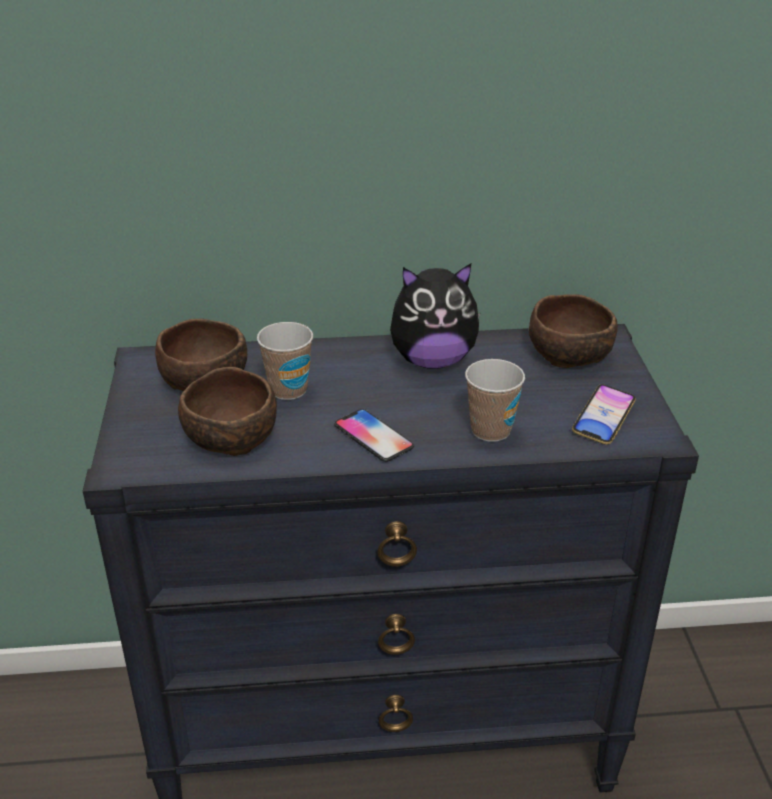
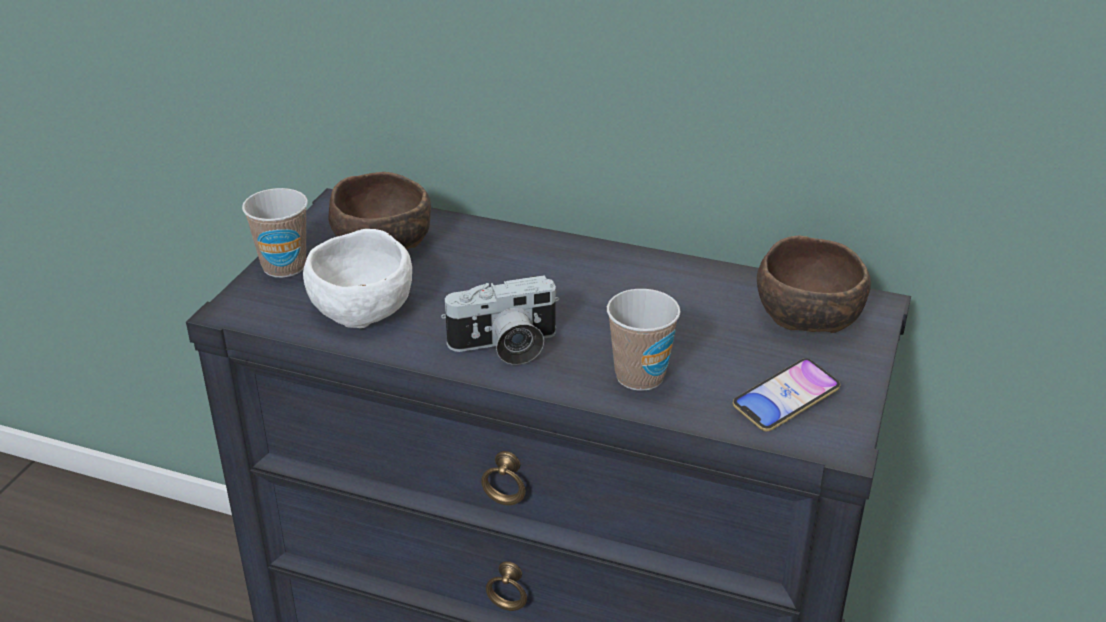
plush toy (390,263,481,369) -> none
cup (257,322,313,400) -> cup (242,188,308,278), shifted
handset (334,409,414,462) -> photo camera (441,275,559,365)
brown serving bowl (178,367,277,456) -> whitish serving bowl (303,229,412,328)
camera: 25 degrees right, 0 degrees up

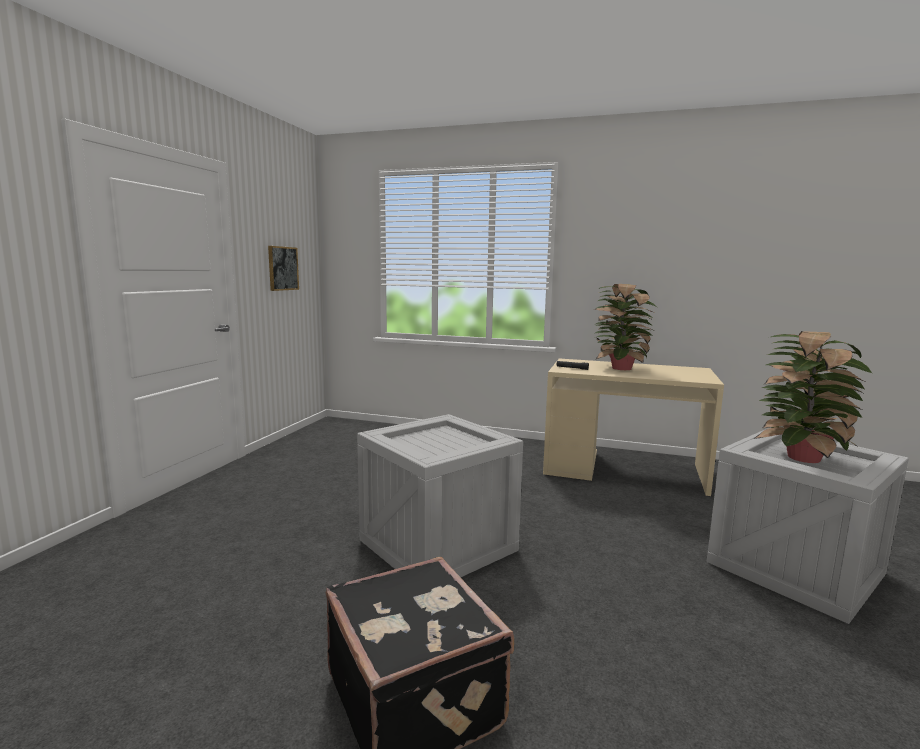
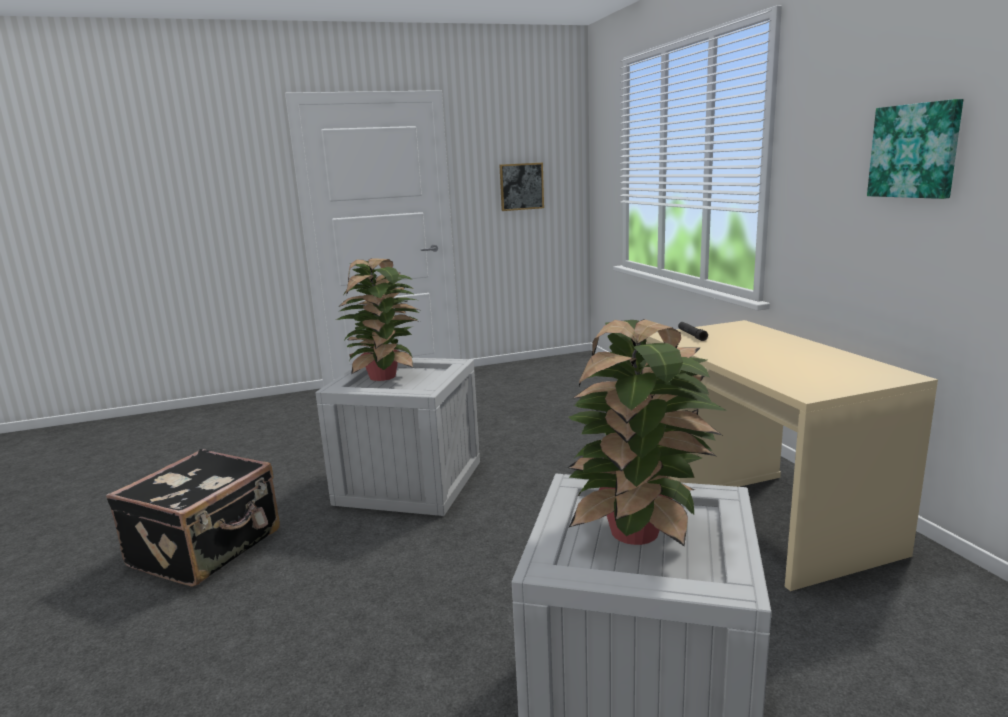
none -> wall art (867,99,963,199)
houseplant (594,284,657,370) -> houseplant (336,258,422,381), shifted
camera: 55 degrees right, 5 degrees up

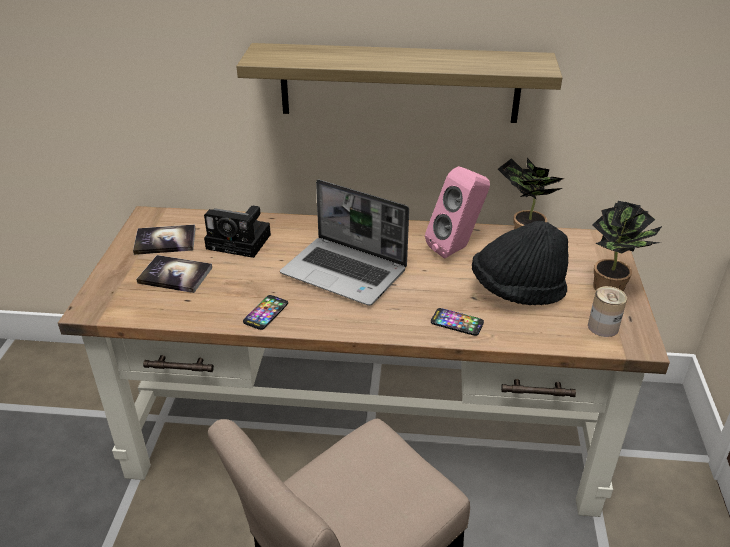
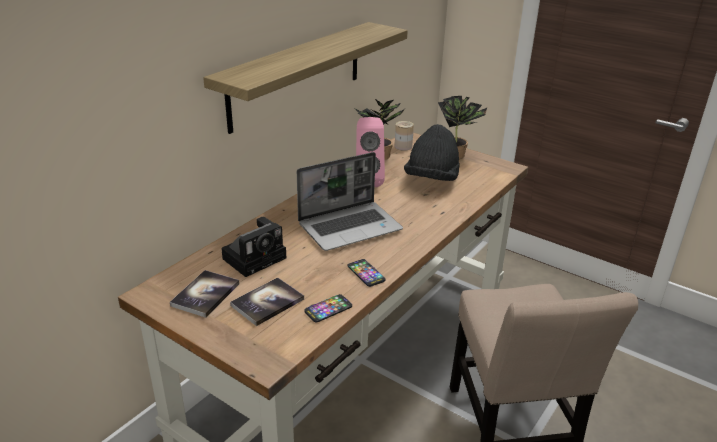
handset (431,308,484,336) -> handset (304,294,352,323), shifted
sealed can (588,286,627,337) -> sealed can (395,121,414,151), shifted
camera: 60 degrees left, 5 degrees down

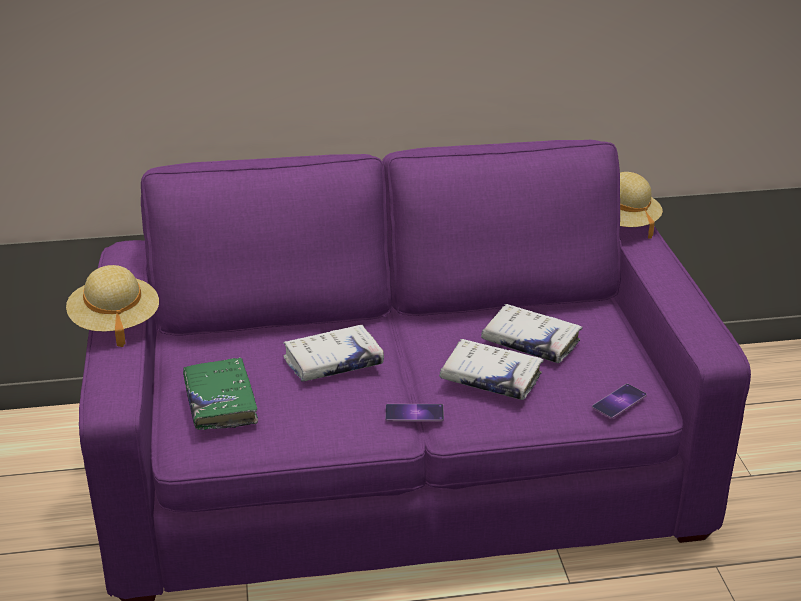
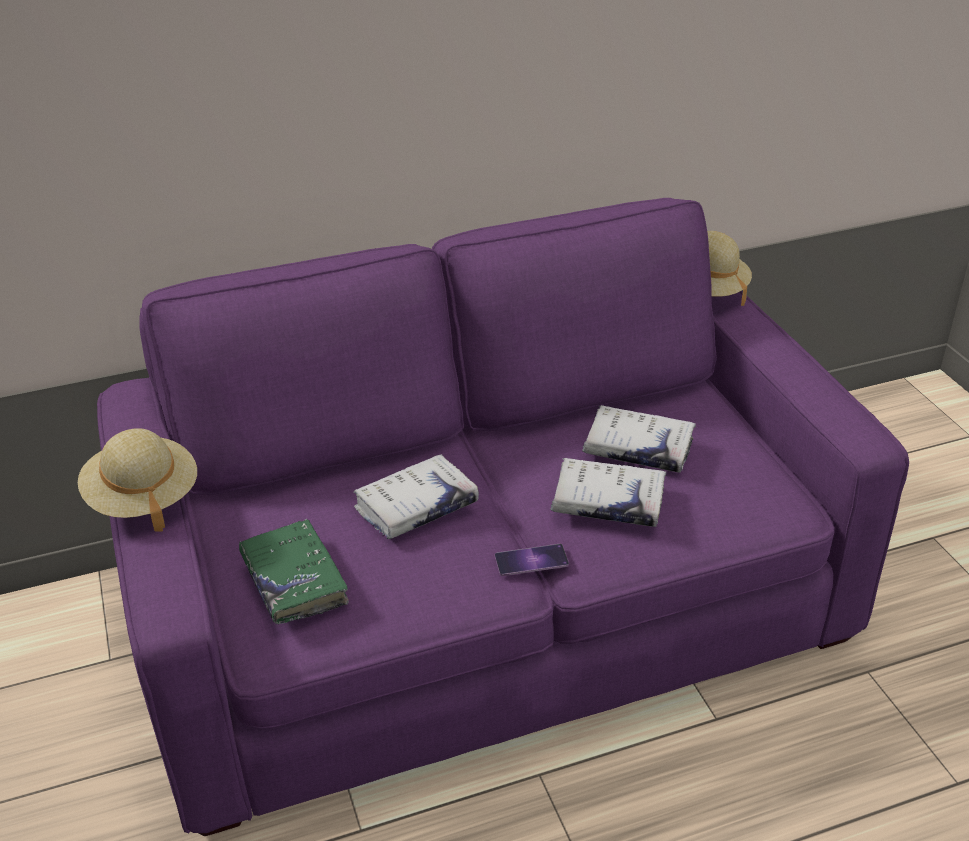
handset (592,384,647,419) -> none
camera: 10 degrees left, 5 degrees up

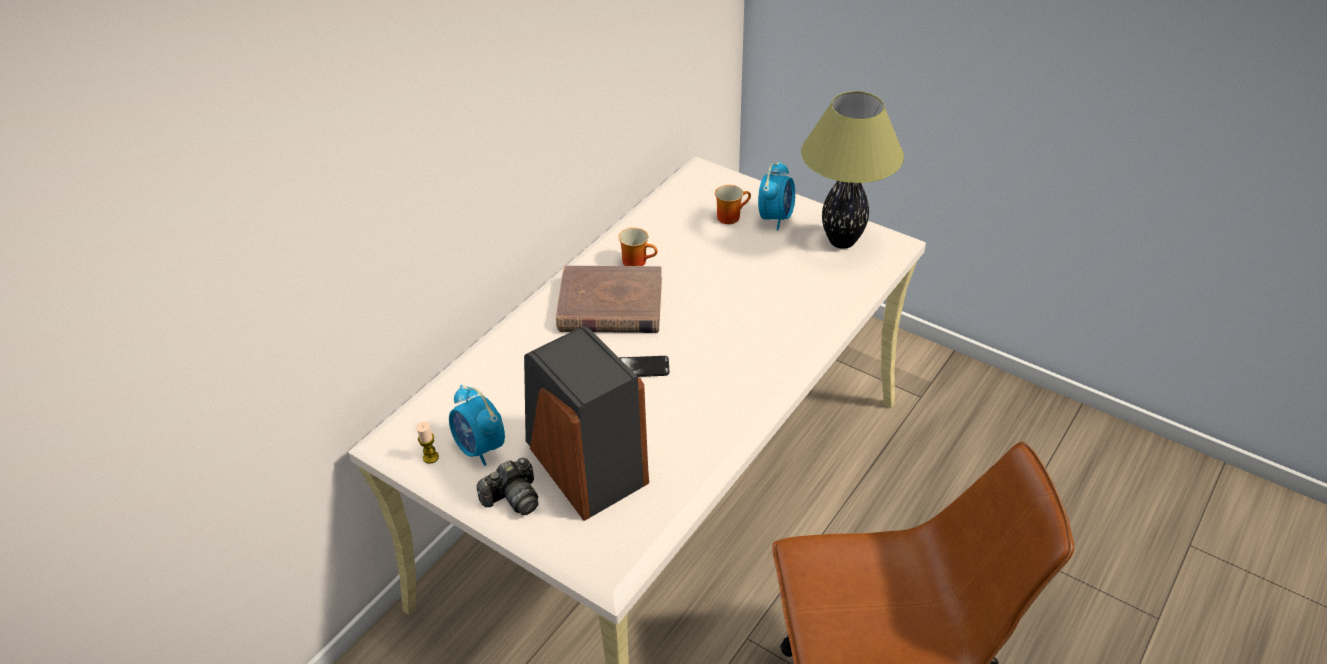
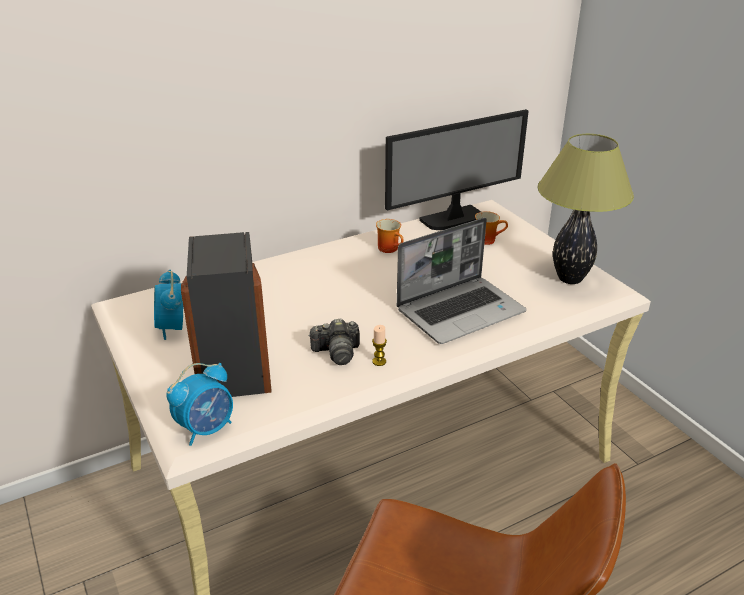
brown bound book (556,266,662,333) -> none
handset (619,356,669,377) -> none
none -> monitor (385,109,529,230)
none -> notebook computer (397,217,526,344)
candle (417,421,439,464) -> candle (372,325,387,366), shifted
photo camera (477,458,538,515) -> photo camera (308,318,360,365), shifted
table clock (758,161,795,231) -> table clock (166,363,233,446), shifted
camera: 25 degrees right, 10 degrees down

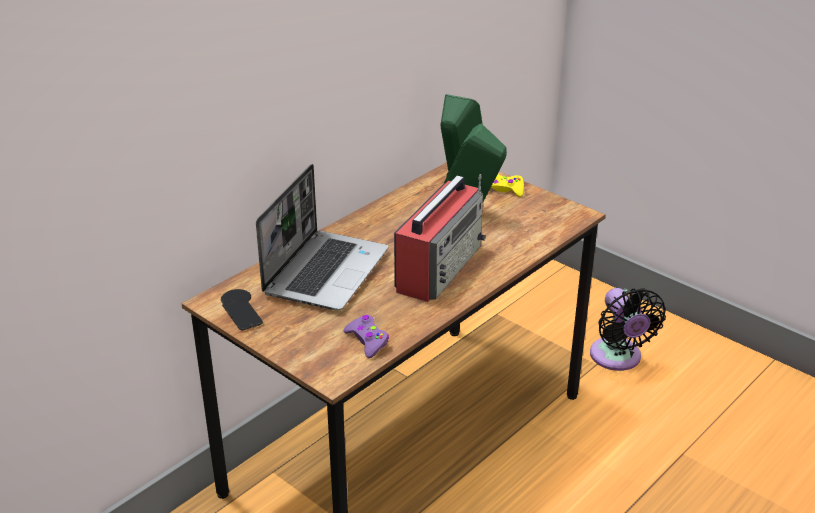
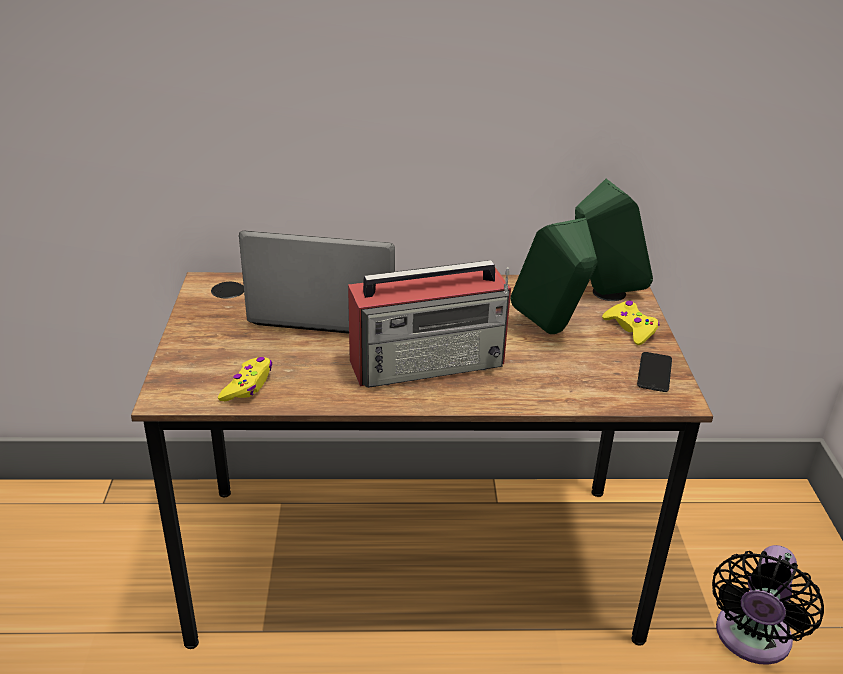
handset (222,297,263,330) -> handset (637,352,672,392), shifted
purplish joypad (343,315,389,358) -> yellowish joypad (218,357,272,401)
notebook computer (256,164,389,310) -> notebook computer (239,231,395,334), 150 degrees counterclockwise
camera: 45 degrees right, 0 degrees up

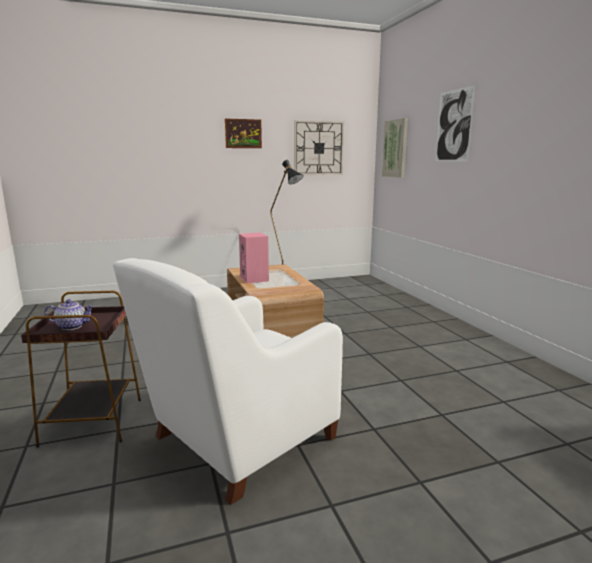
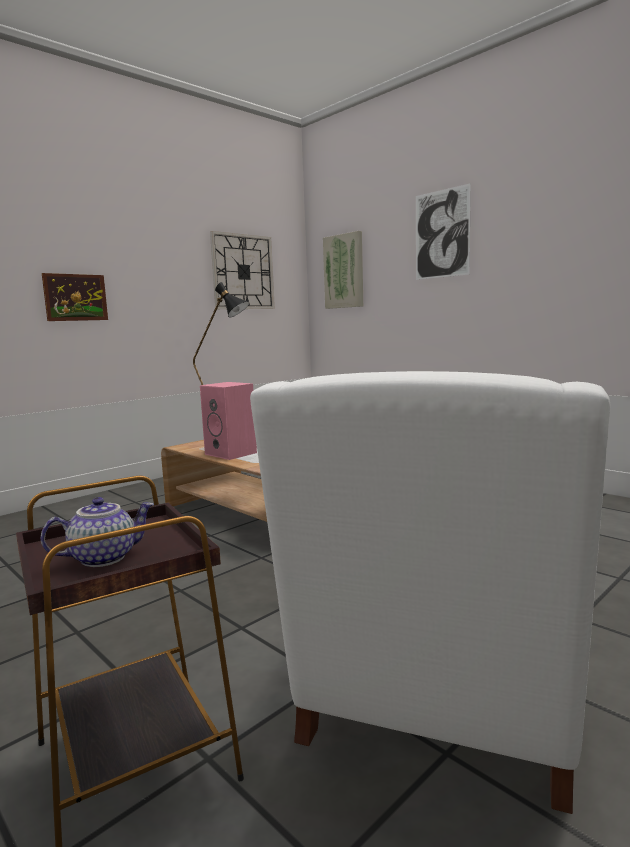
wall art (225,118,262,148) -> wall art (42,273,108,321), shifted
camera: 25 degrees left, 5 degrees down

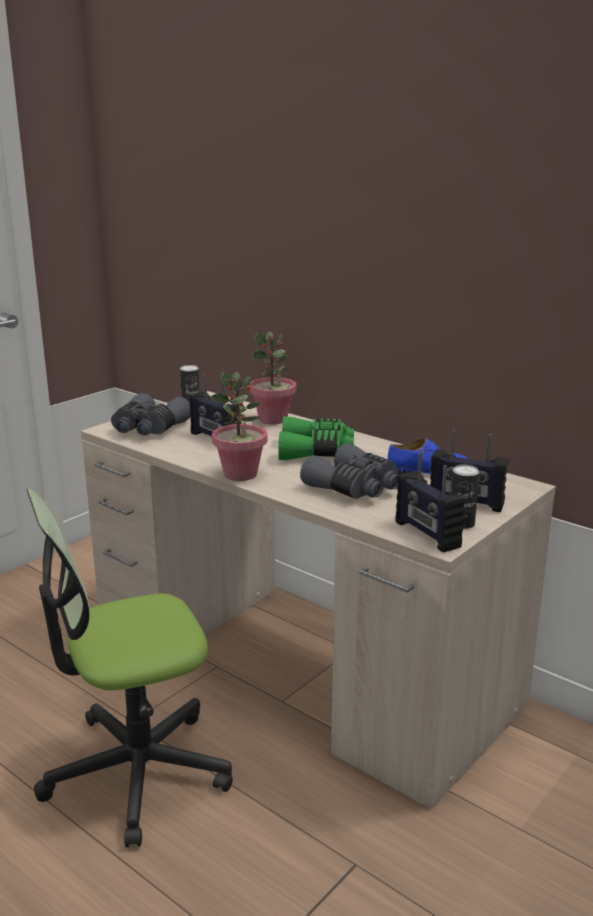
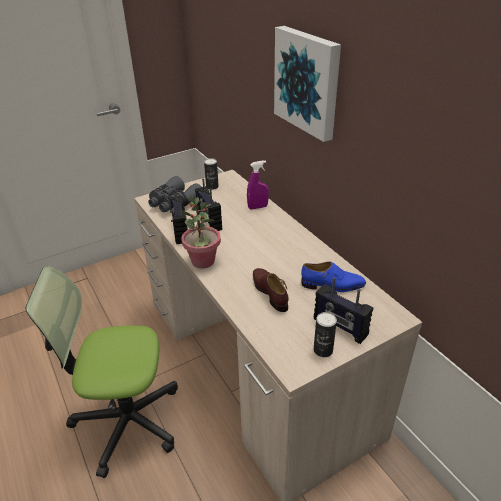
green pair of binoculars (278,417,354,460) -> none
none -> wall art (274,26,341,142)
radio (396,452,465,553) -> radio (170,188,188,244), shifted
houseplant (249,332,296,424) -> purplish sprayer (247,160,269,210)
gray pair of binoculars (300,443,398,499) -> brown item of footwear (253,268,289,312)
camera: 20 degrees right, 15 degrees up

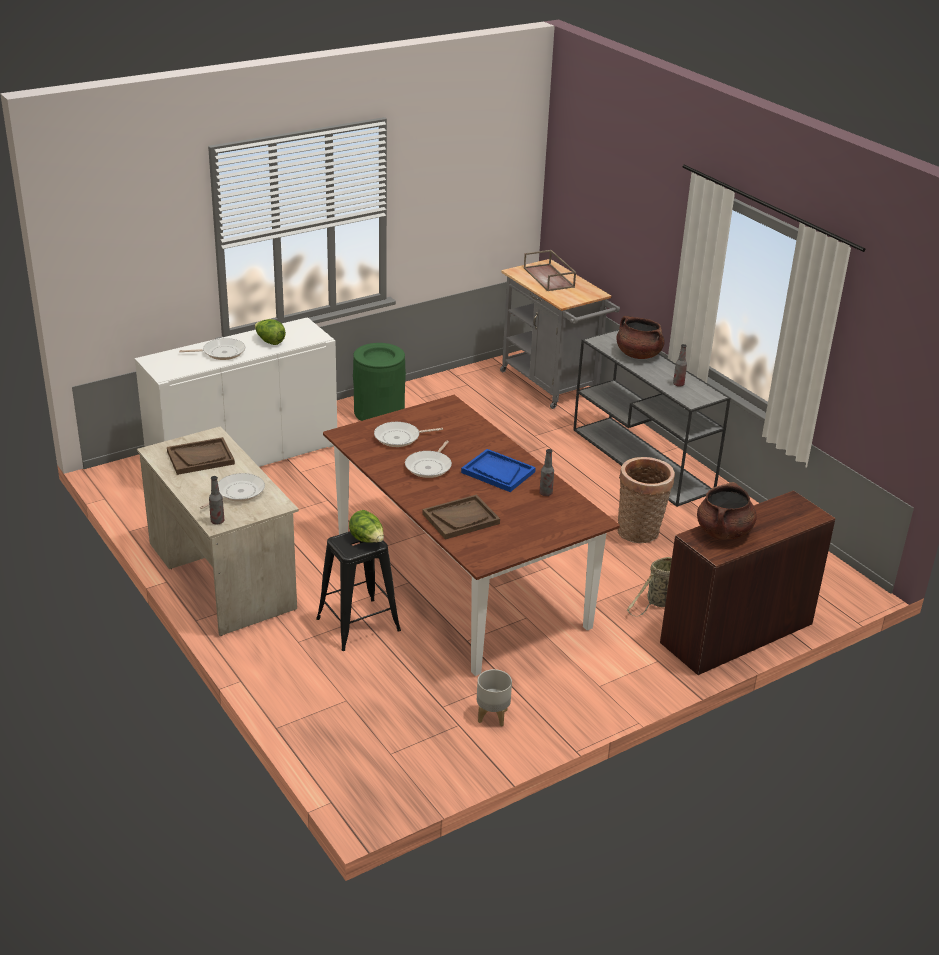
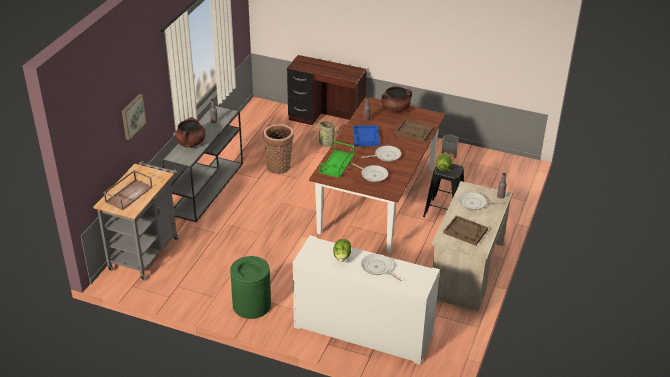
none -> wall art (122,94,147,140)
none -> green carrying tray (319,141,355,178)
brown saucepot (697,482,757,540) -> brown saucepot (381,86,412,113), shifted
camera: 125 degrees left, 5 degrees up

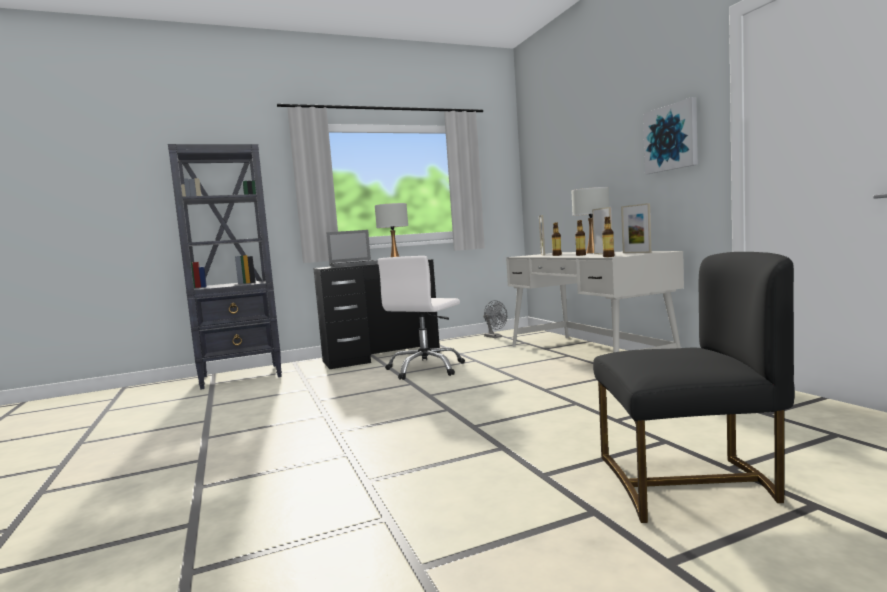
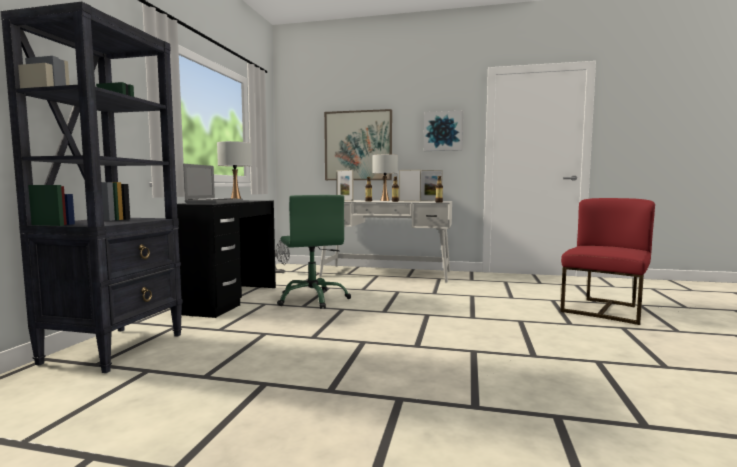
none -> wall art (324,109,392,180)
whitish computer chair (378,256,465,380) -> green computer chair (277,195,351,309)
black plain chair (593,252,795,523) -> red-coloured plain chair (561,198,655,325)
camera: 55 degrees left, 0 degrees up

